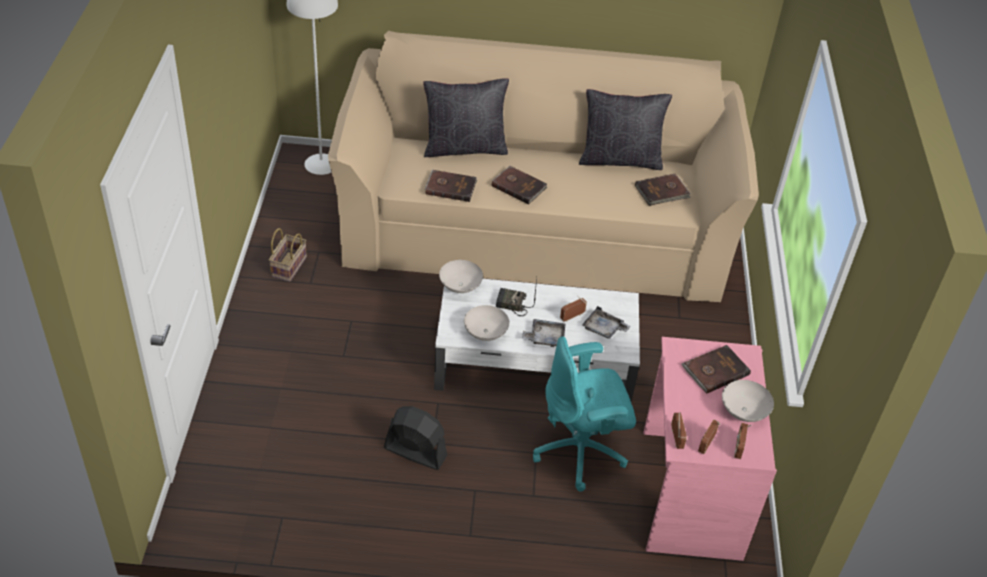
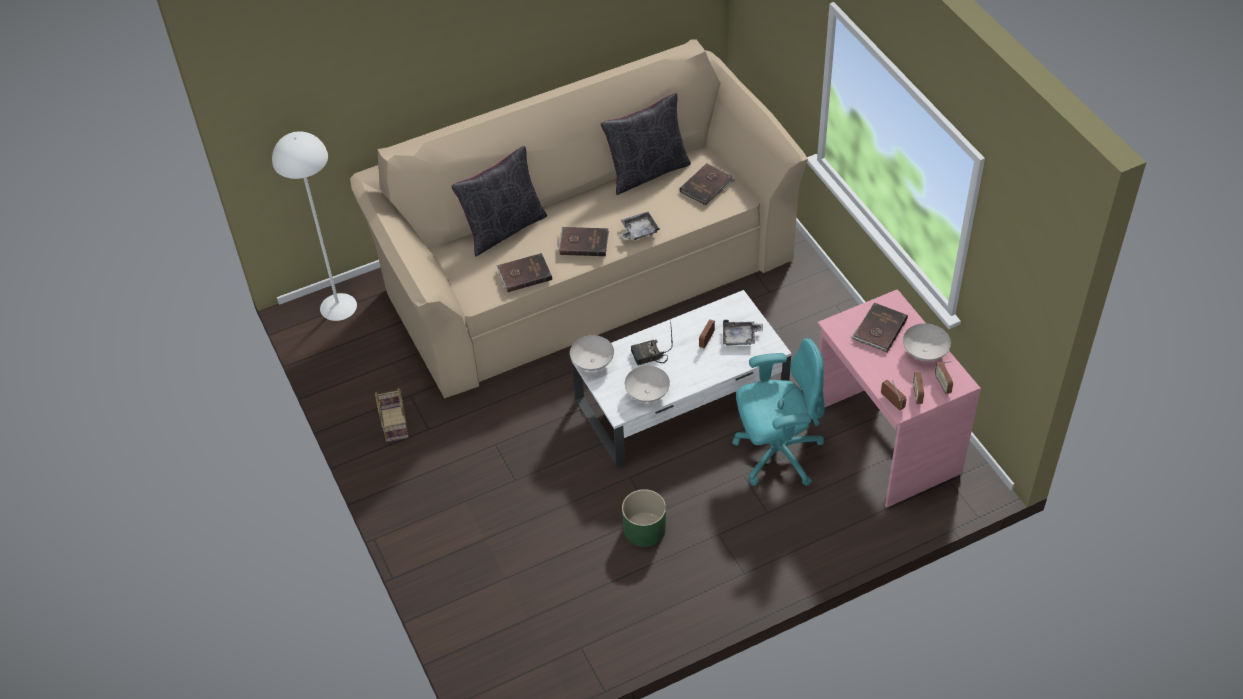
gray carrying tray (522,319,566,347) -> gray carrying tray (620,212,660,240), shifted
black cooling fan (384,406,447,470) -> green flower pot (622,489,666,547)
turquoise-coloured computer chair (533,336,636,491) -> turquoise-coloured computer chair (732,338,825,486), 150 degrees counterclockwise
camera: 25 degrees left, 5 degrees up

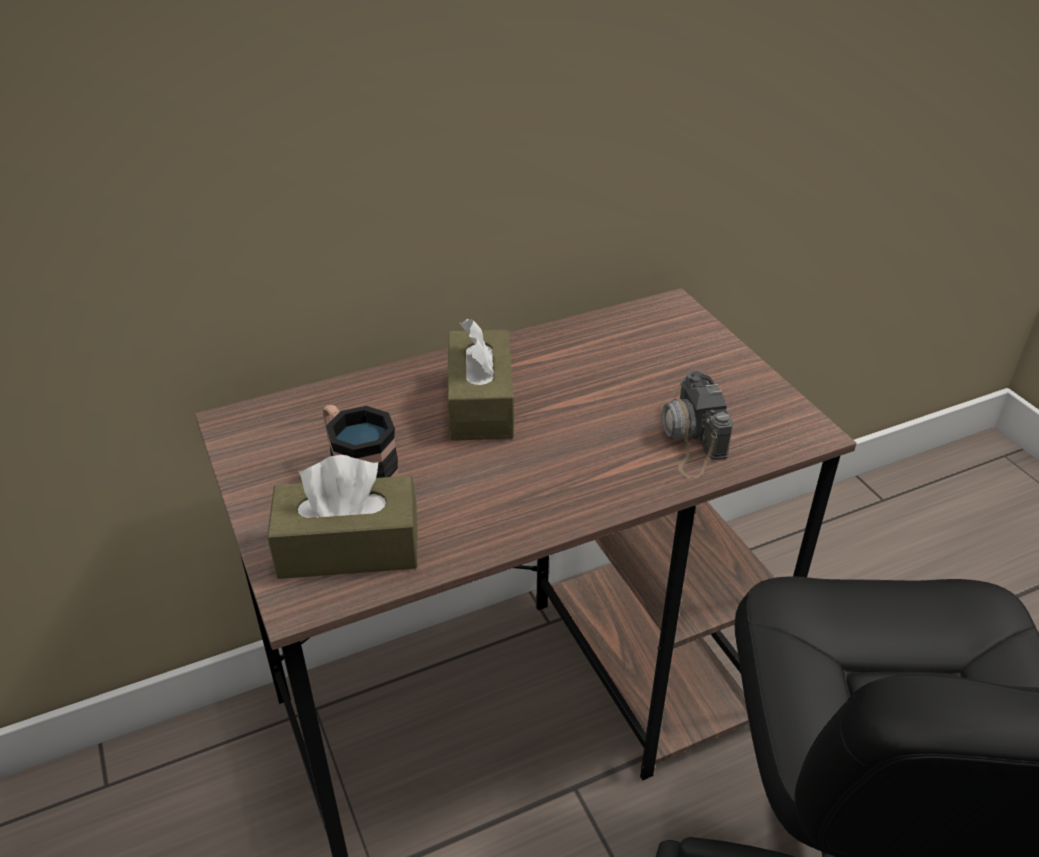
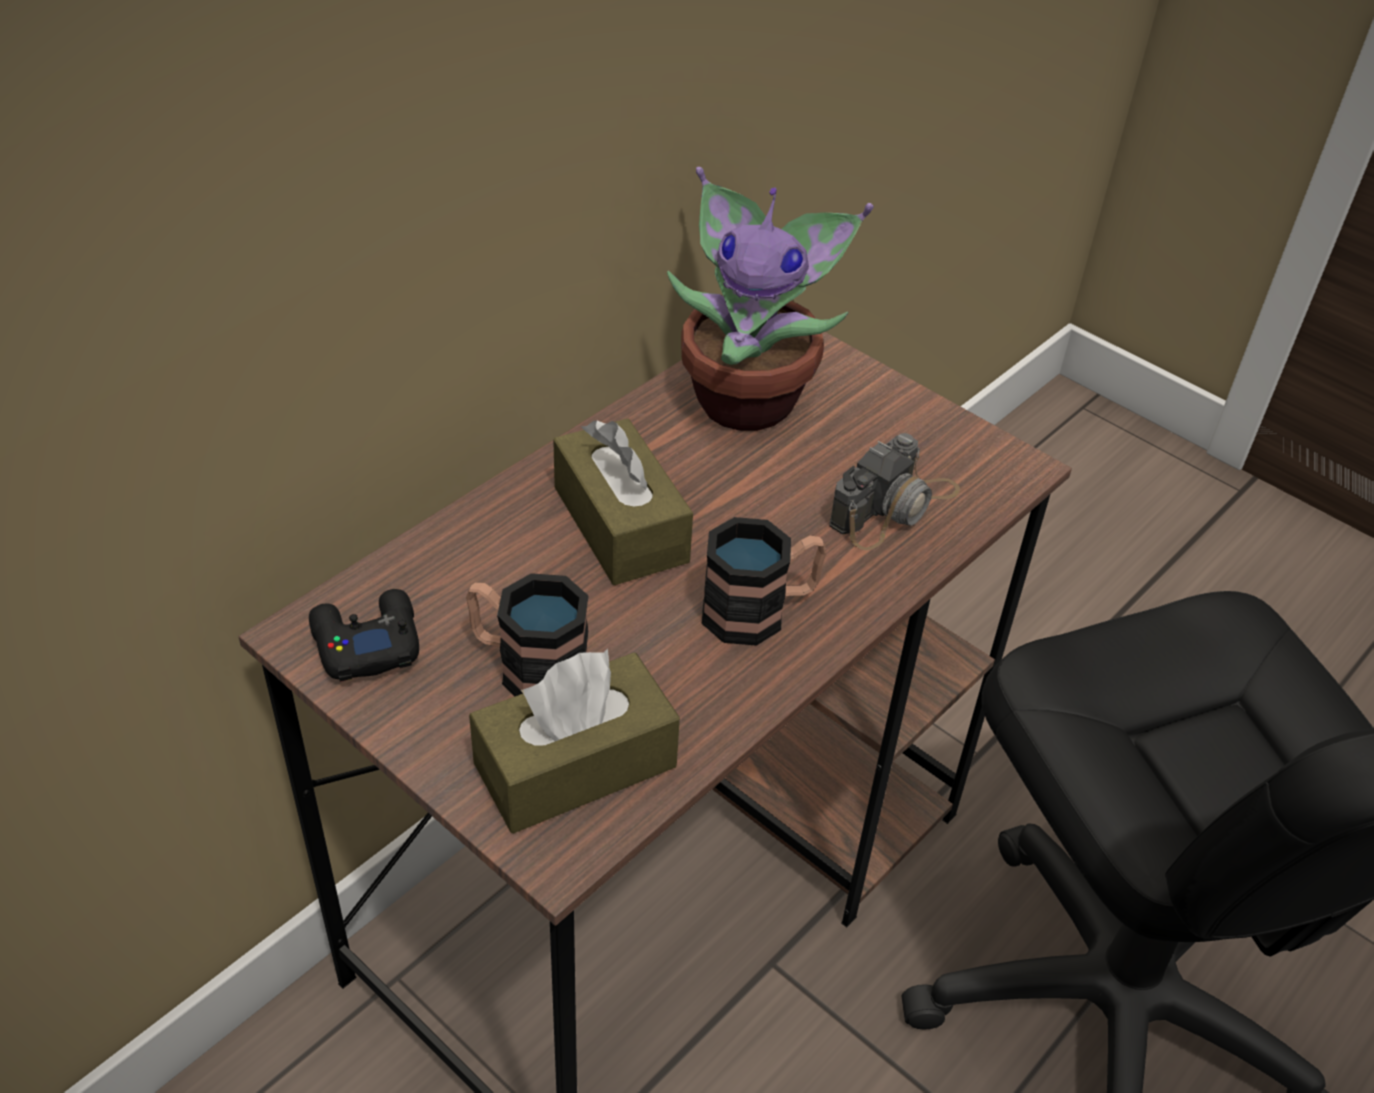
none -> black joypad (309,589,419,682)
none -> houseplant (667,167,874,431)
none -> coffee mug (701,517,826,646)
photo camera (660,371,733,478) -> photo camera (829,433,960,550), 105 degrees counterclockwise
camera: 25 degrees left, 5 degrees up

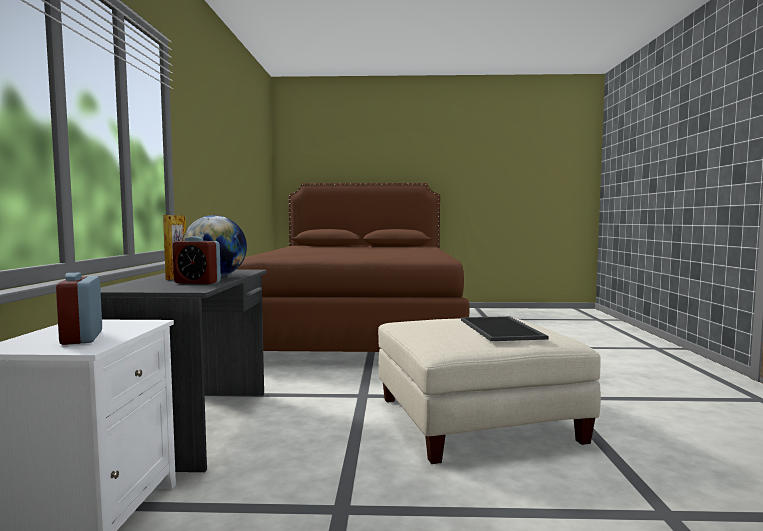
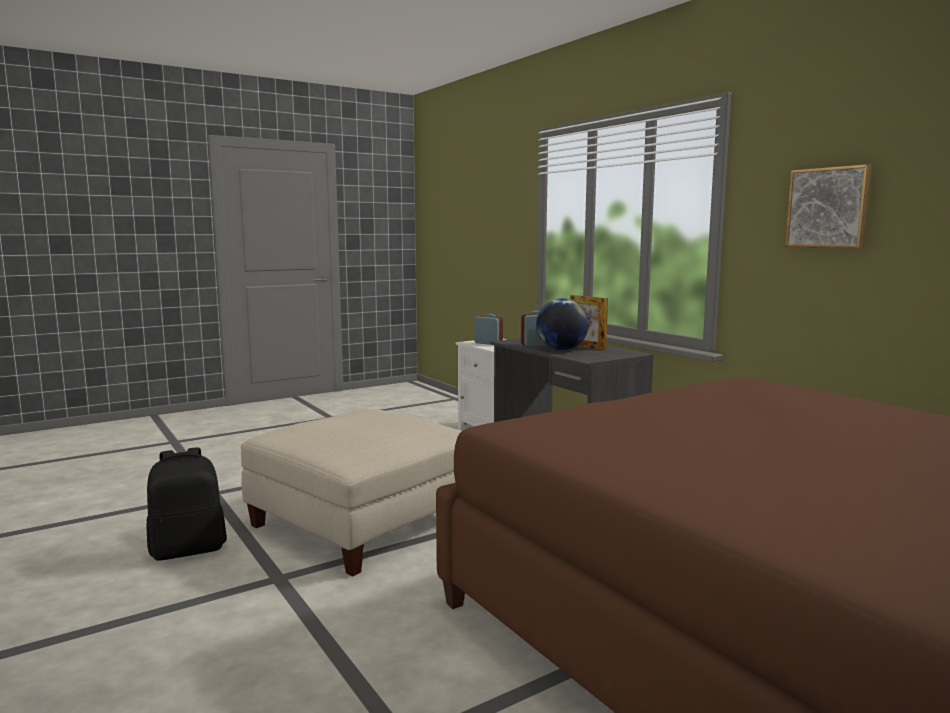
carrying tray (461,316,549,341) -> none
none -> black knapsack (147,447,227,561)
none -> wall art (785,164,873,248)
camera: 145 degrees right, 5 degrees up

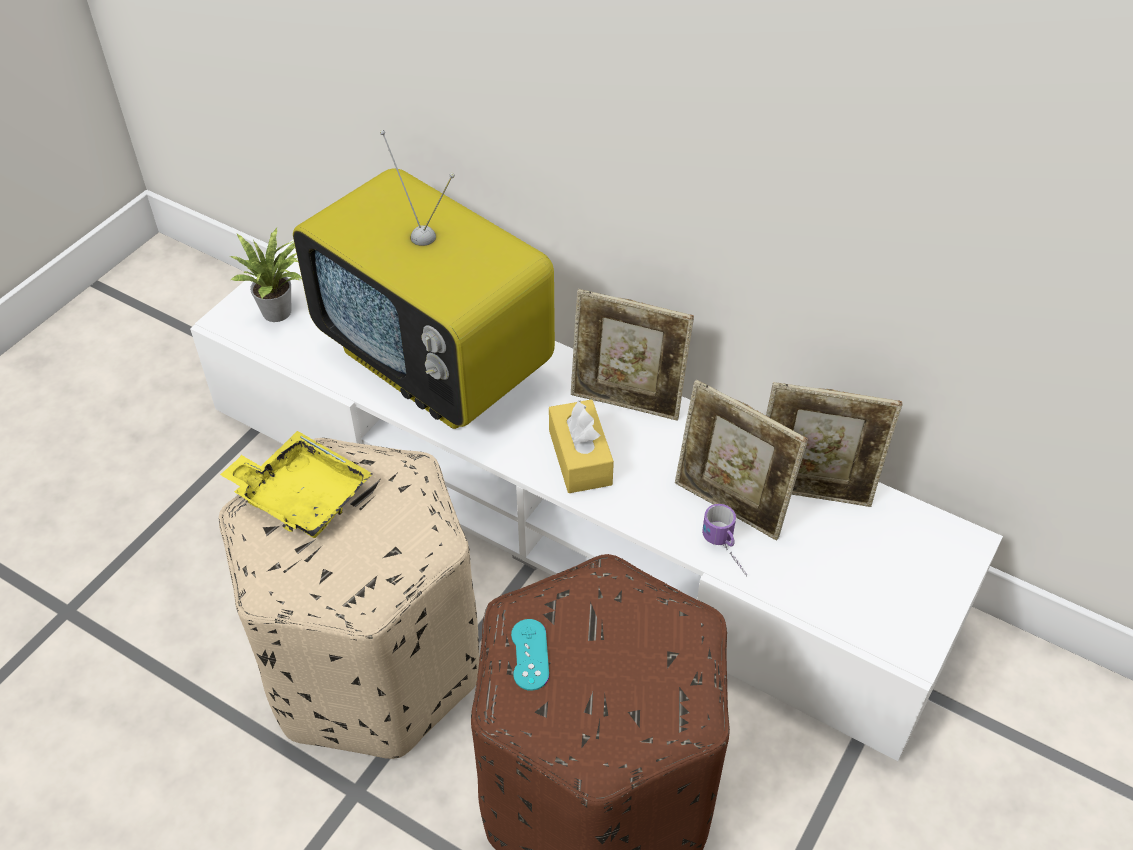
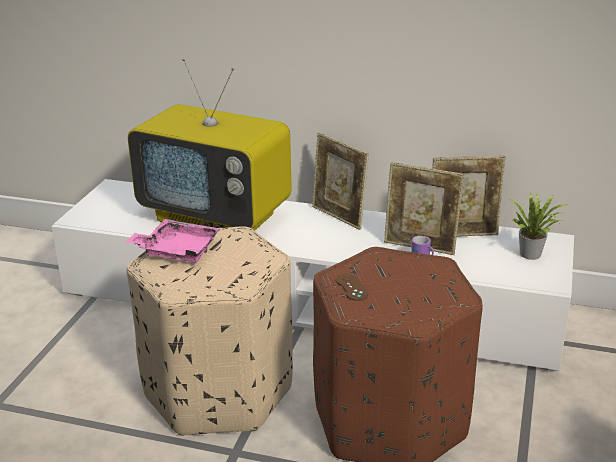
yellowish box of tissues (549,399,614,493) -> none
houseplant (230,228,302,322) -> houseplant (510,193,567,260), shifted
yellowish carrying tray (220,431,372,538) -> pinkish carrying tray (126,219,220,263)
turquoise-coloured joypad (511,619,549,691) -> brown joypad (336,274,368,301)
standing frame (571,289,694,420) -> standing frame (312,132,369,230), 45 degrees clockwise
camera: 15 degrees left, 20 degrees down

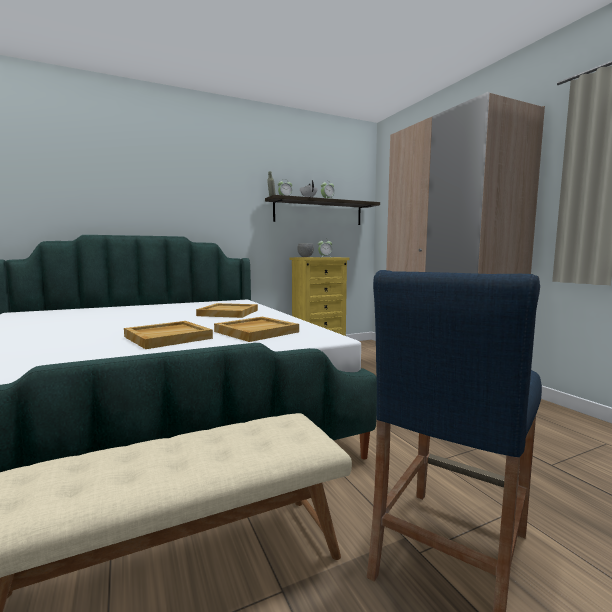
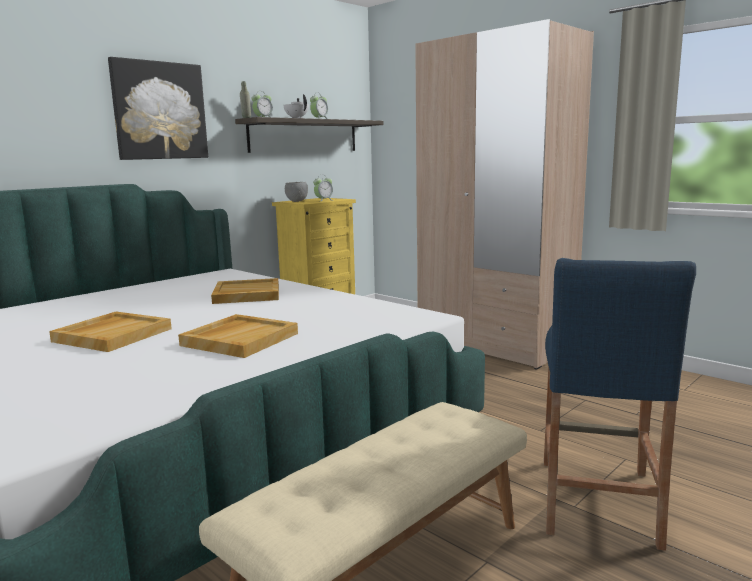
none -> wall art (108,57,208,160)
beige-coloured carrying tray (214,317,299,342) -> beige-coloured carrying tray (49,311,172,352), shifted
camera: 20 degrees left, 5 degrees up

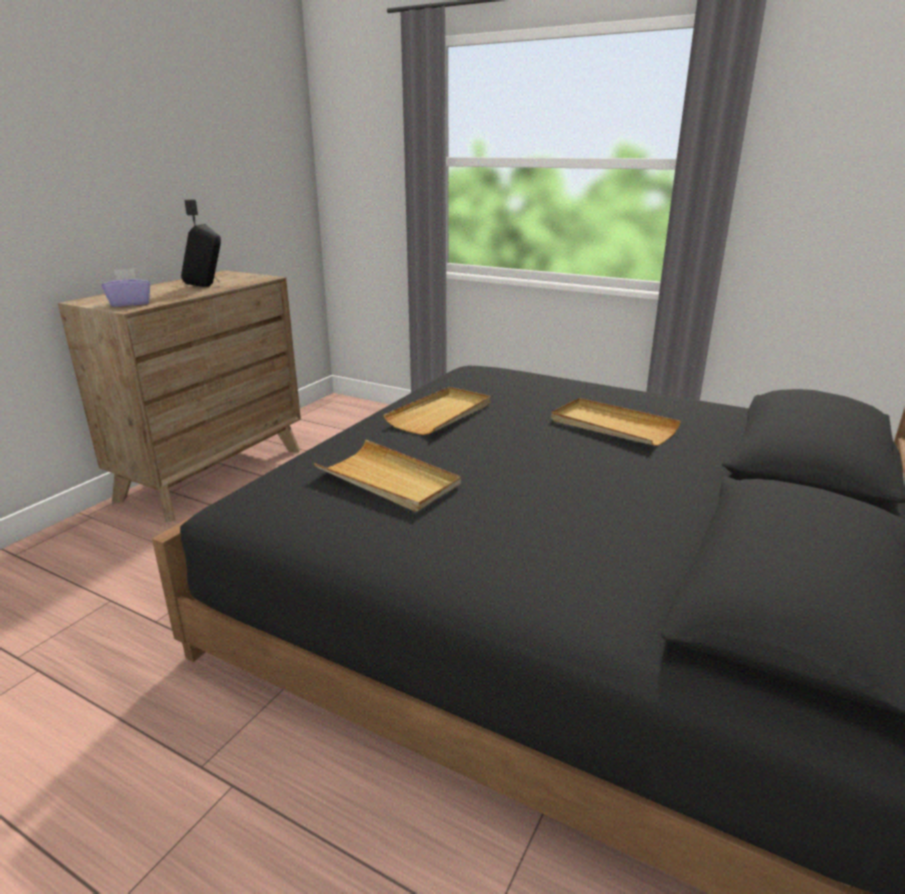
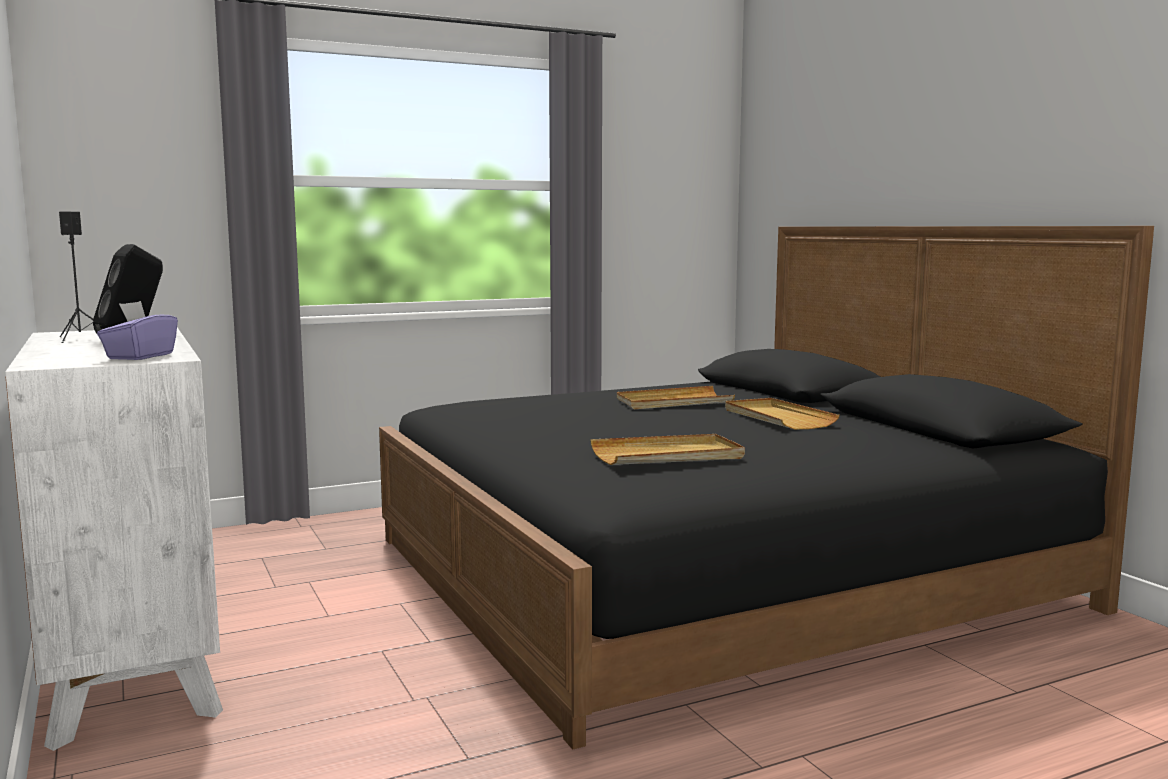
beige-coloured carrying tray (383,387,491,435) -> beige-coloured carrying tray (725,398,840,430), shifted
brown dresser (58,270,301,522) -> whitish dresser (5,328,223,751)
camera: 55 degrees left, 15 degrees down

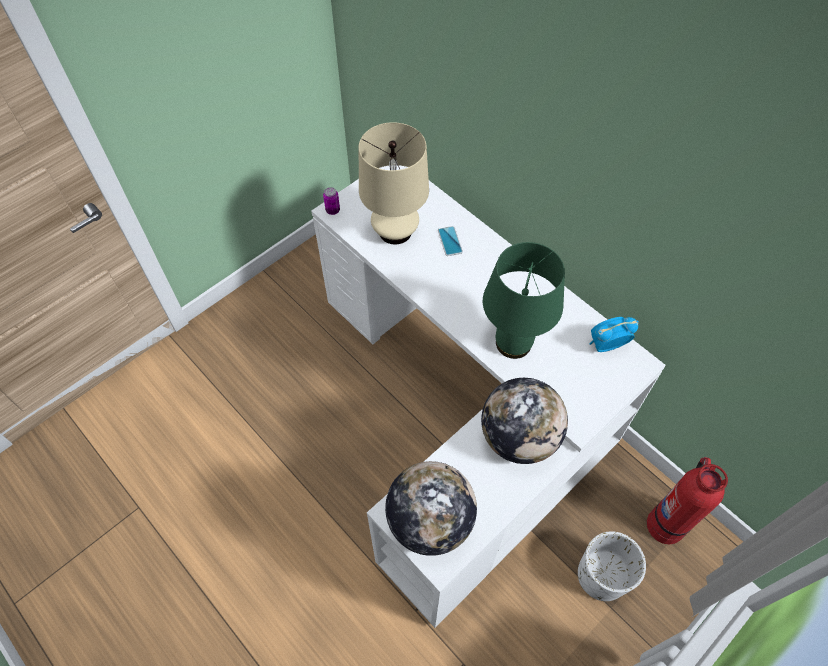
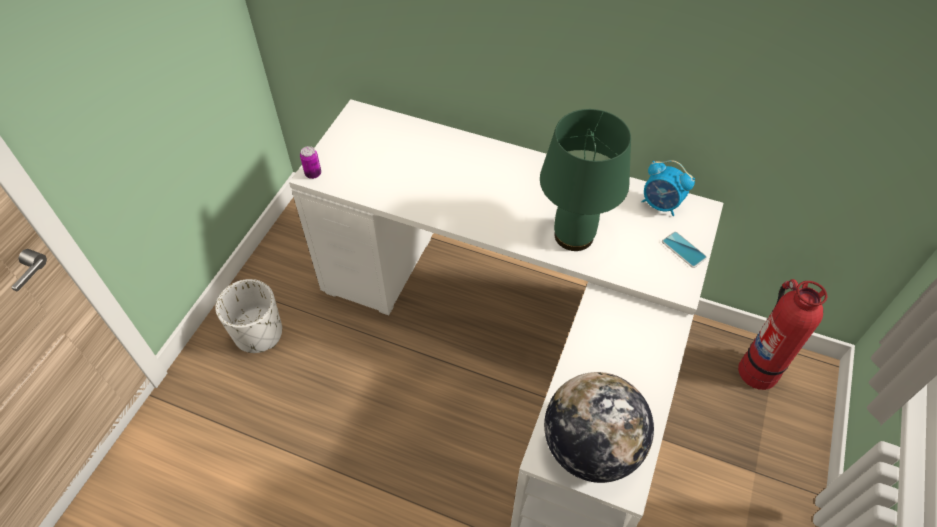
beige-coloured table lamp (359,122,429,245) -> none
globe (481,378,568,464) -> none
handset (438,226,463,256) -> handset (662,232,707,268), shifted
whitish flower pot (578,531,646,601) -> whitish flower pot (215,279,282,353), shifted
table clock (590,317,639,352) -> table clock (641,160,695,216), 105 degrees counterclockwise
camera: 25 degrees left, 5 degrees down

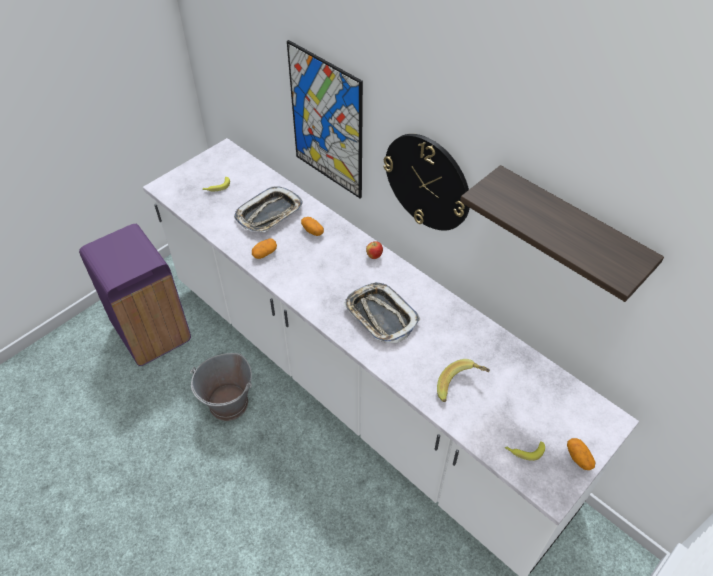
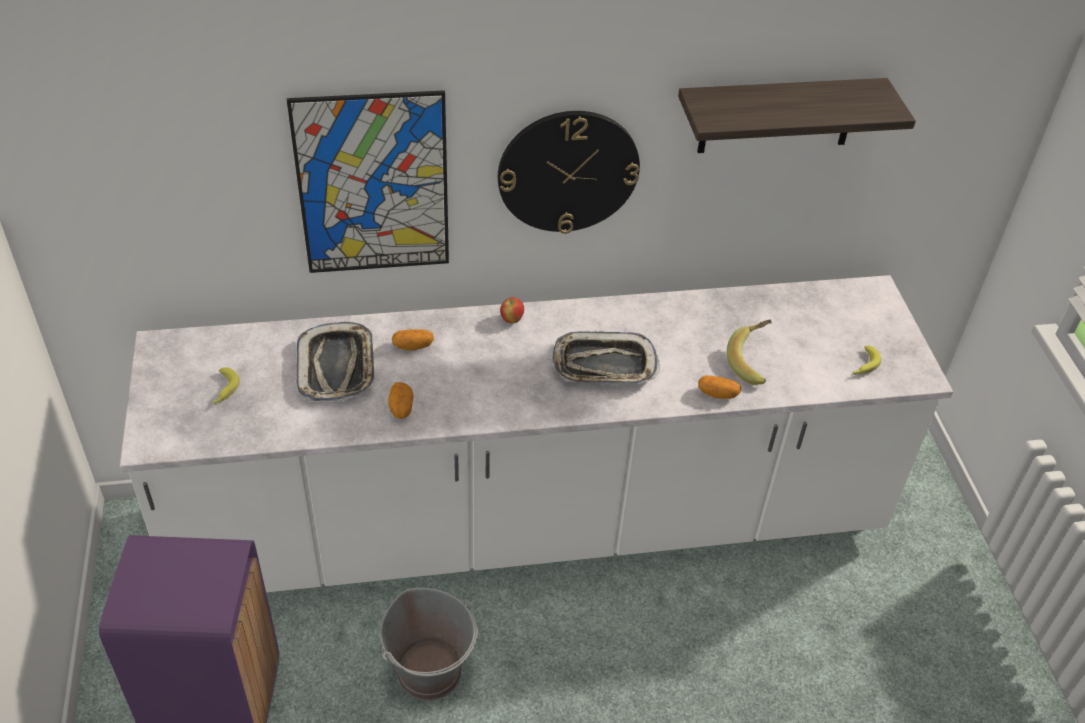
whole potato (567,438,595,470) -> whole potato (698,375,741,399), shifted
camera: 55 degrees left, 5 degrees down

